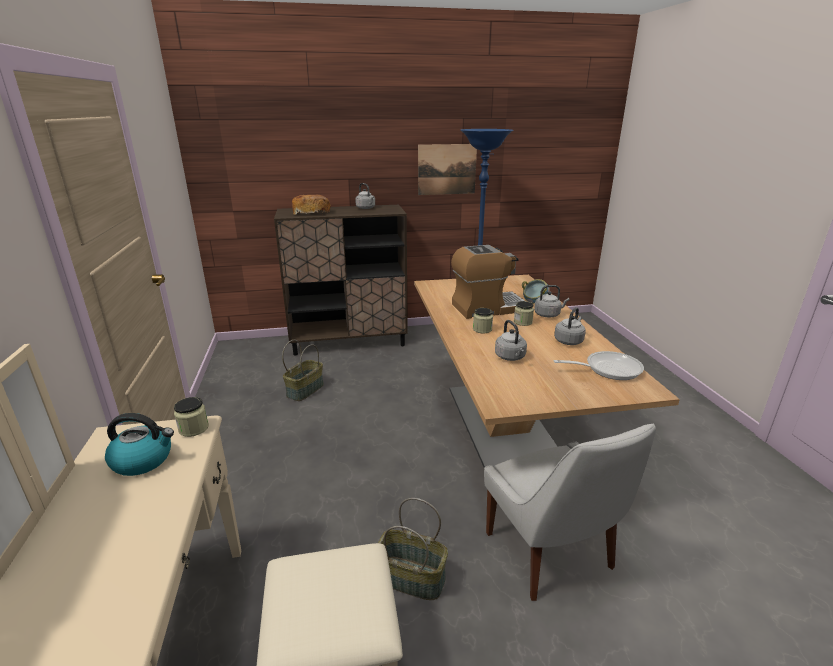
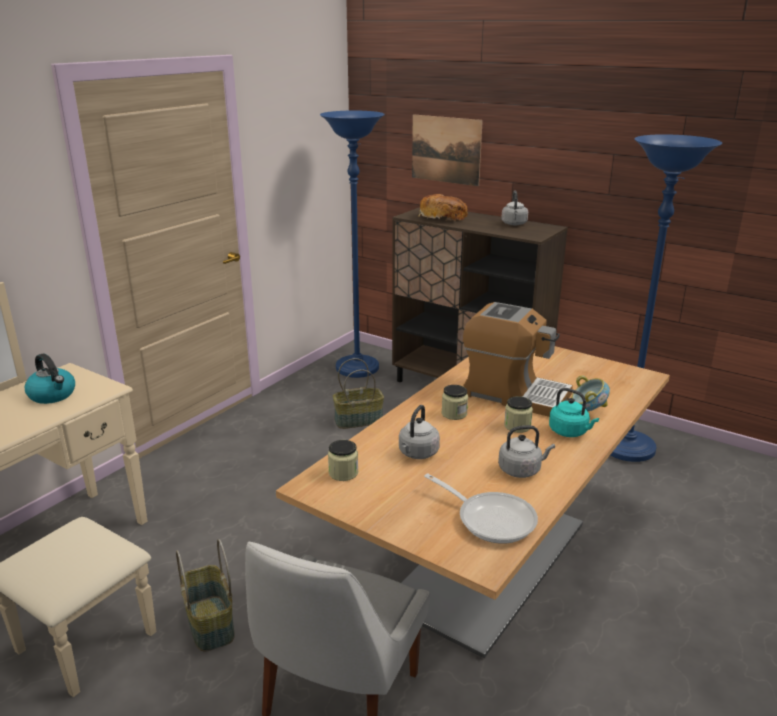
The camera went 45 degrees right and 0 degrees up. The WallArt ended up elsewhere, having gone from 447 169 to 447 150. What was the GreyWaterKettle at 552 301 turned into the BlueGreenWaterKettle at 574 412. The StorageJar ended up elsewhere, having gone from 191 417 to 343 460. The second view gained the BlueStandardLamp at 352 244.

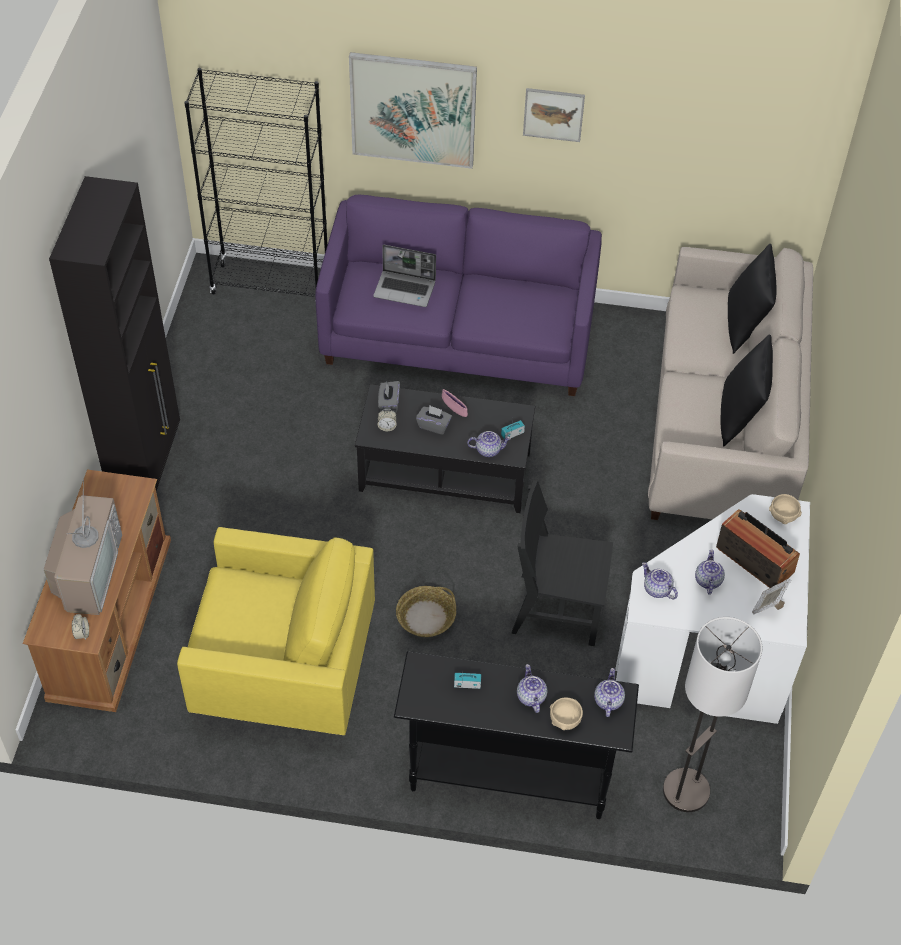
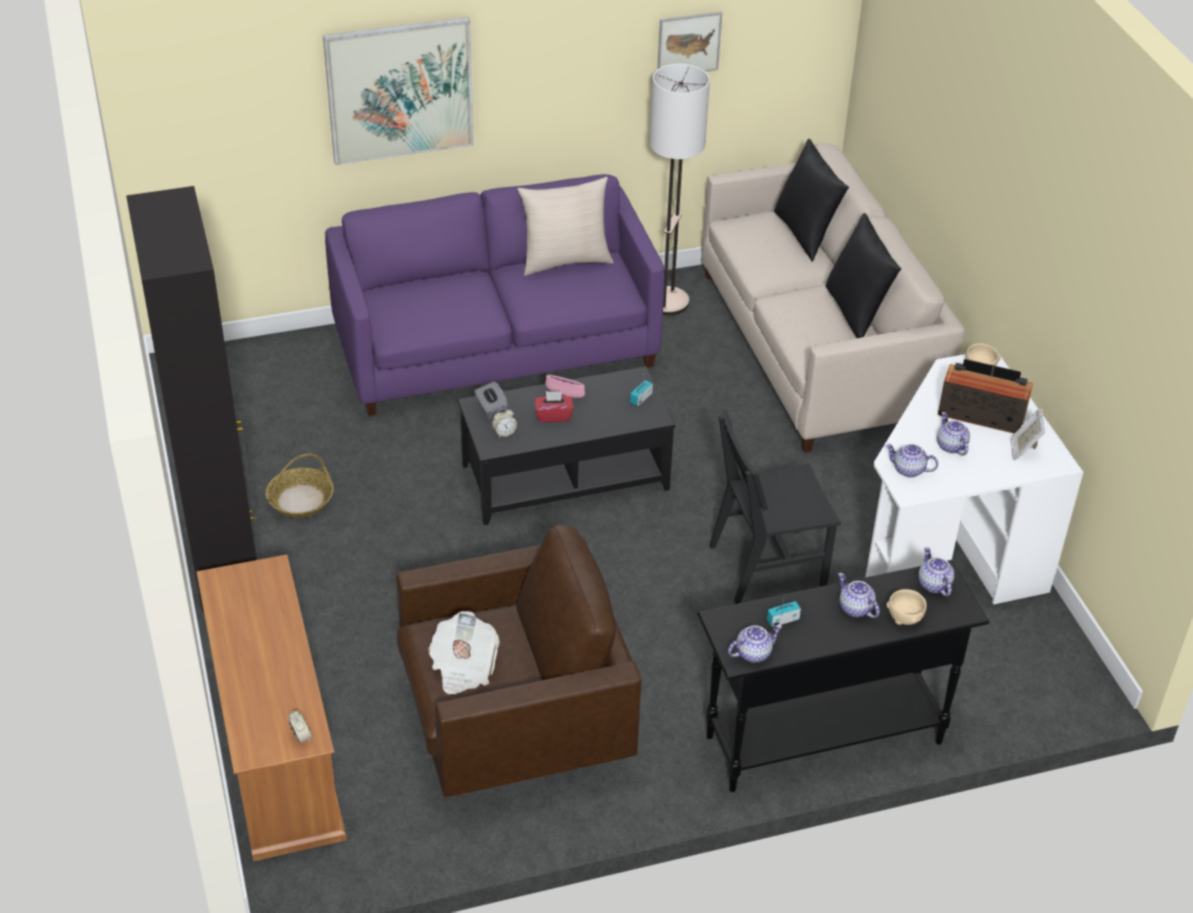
The camera went 25 degrees left and 10 degrees down. The second view lost the BlackColouredBookcase at 256 185. The WallArt ended up elsewhere, having gone from 554 115 to 689 42. The second view lost the PortableComputer at 404 276. What was the GreyTissueHolder at 434 420 turned into the RedTissueHolder at 554 407. The TeaPot ended up elsewhere, having gone from 489 444 to 755 644. The second view lost the Tv at 83 547. What was the YellowColouredEasyChair at 276 631 turned into the BrownishEasyChair at 519 661. The HouseholdBasket ended up elsewhere, having gone from 426 611 to 300 485. The StandardLamp ended up elsewhere, having gone from 712 714 to 680 189. The second view gained the BeigeColouredCushion at 565 226. The second view gained the Newspaper at 464 653.

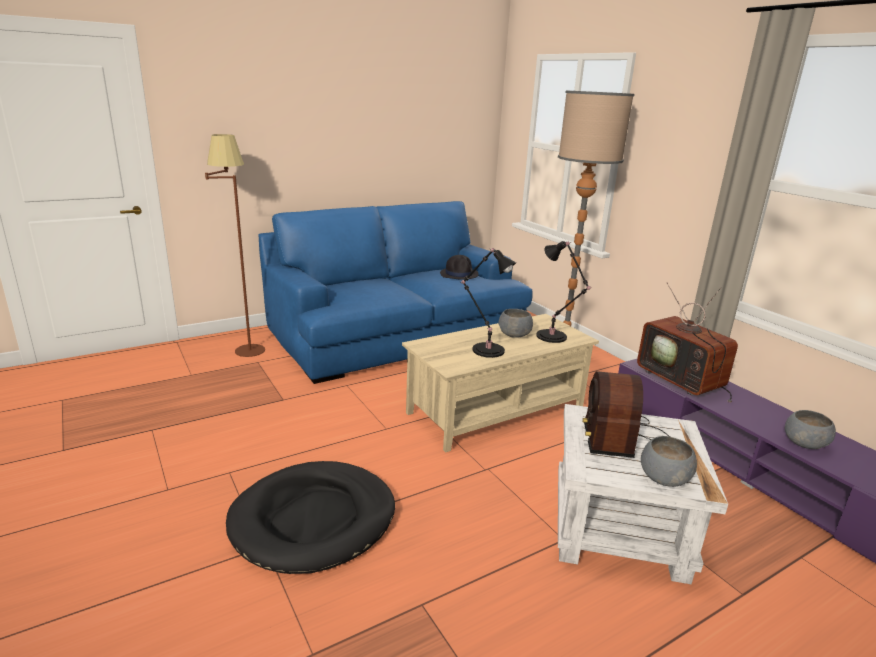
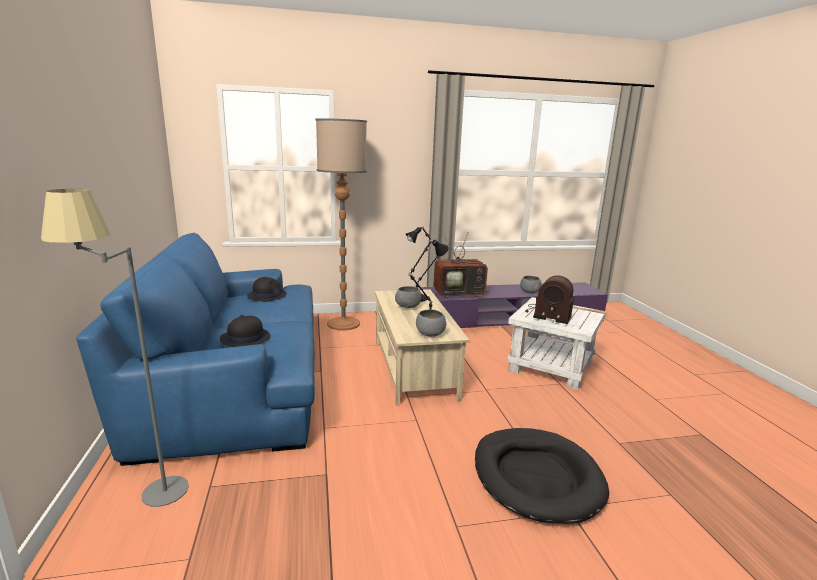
The camera went 70 degrees left and 5 degrees down. What was the BrownishStandardLamp at 235 245 turned into the GreyStandardLamp at 115 348. The GreyBowl ended up elsewhere, having gone from 669 461 to 431 323. The second view gained the BlackColouredWearableHat at 245 331.

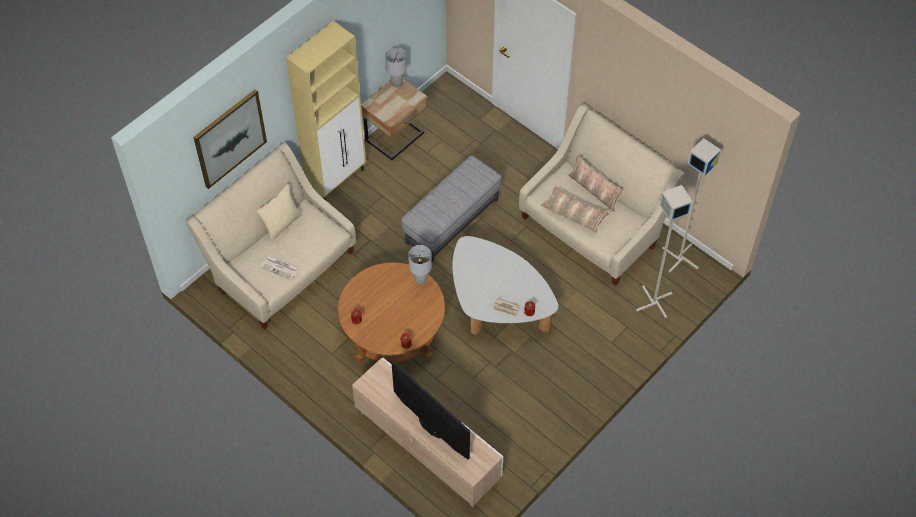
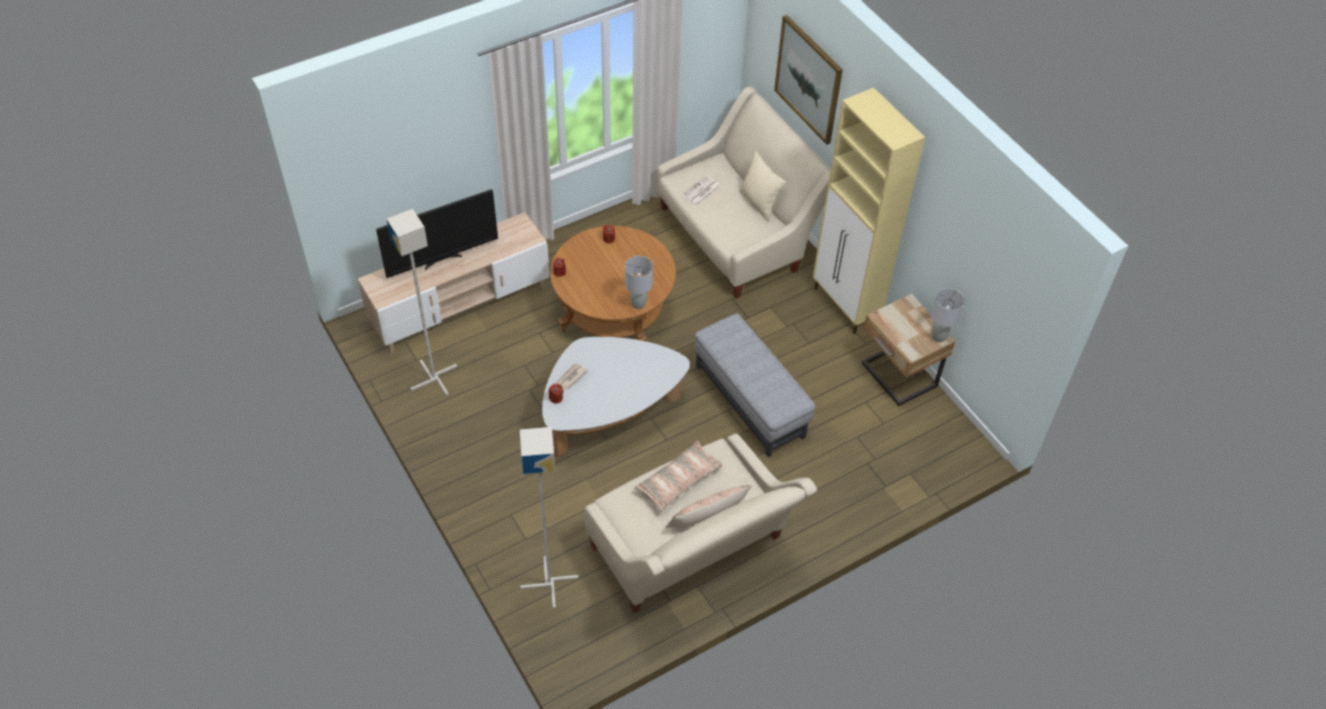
The camera went 105 degrees right and 5 degrees down. The GreyStandardLamp ended up elsewhere, having gone from 691 205 to 421 302.

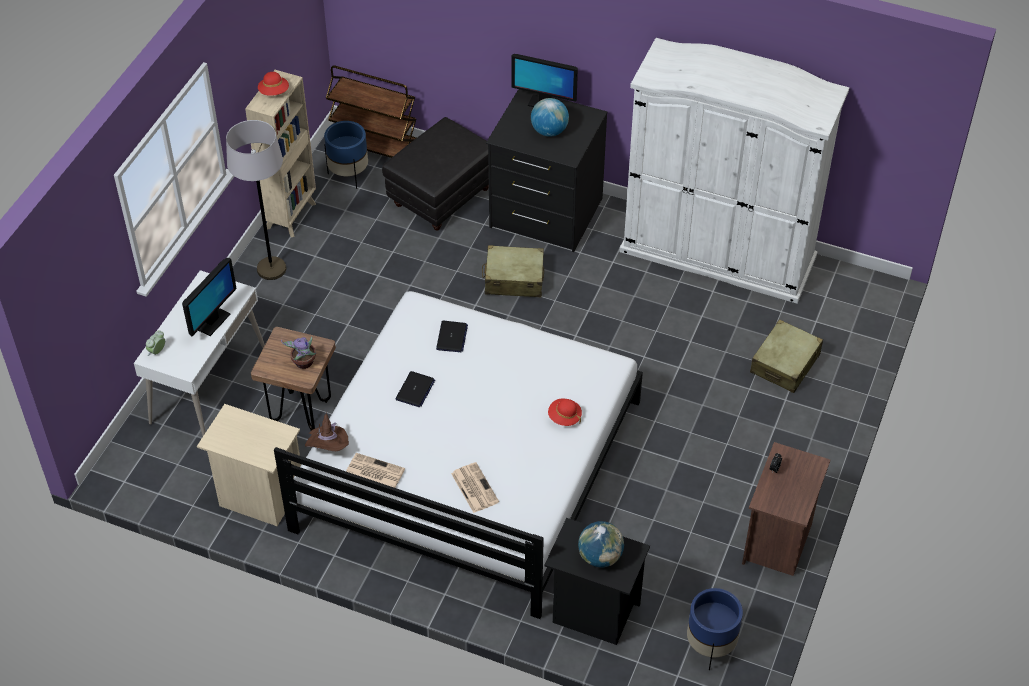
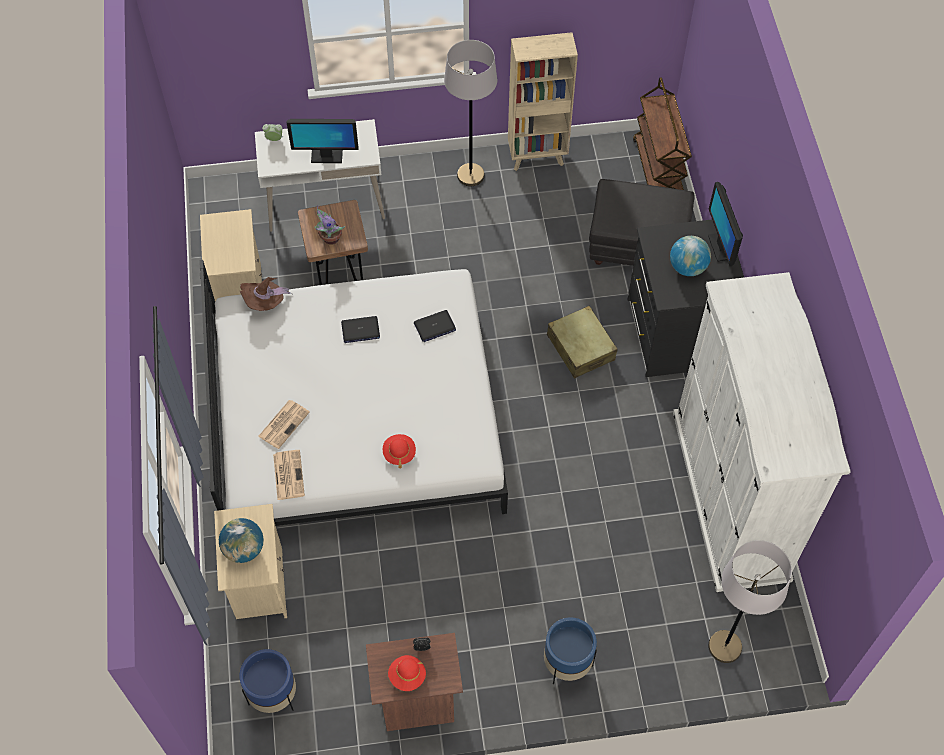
The camera went 60 degrees right and 10 degrees up. The RedWearableHat ended up elsewhere, having gone from 273 84 to 407 673. The BluePlanter ended up elsewhere, having gone from 346 155 to 570 651. The second view lost the BeigeColouredPieceOfLuggage at 786 356. The Newspaper ended up elsewhere, having gone from 375 470 to 289 475. What was the BlackColouredBedsideTable at 597 581 turned into the BeigeColouredBedsideTable at 250 561. The second view gained the GreyStandardLamp at 750 601.

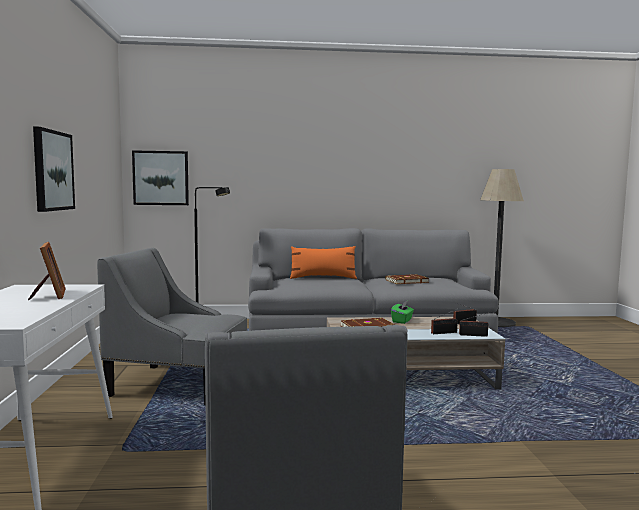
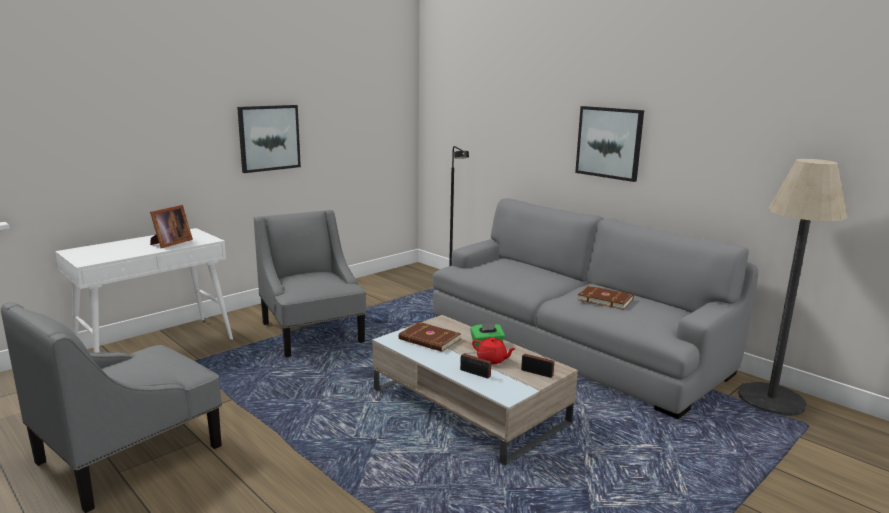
The camera went 50 degrees right and 10 degrees up. The WallArt ended up elsewhere, having gone from 160 177 to 609 144. The second view lost the OrangeyCushion at 323 262. The second view lost the Radio at 475 324. The second view gained the RedTeaPot at 494 350.

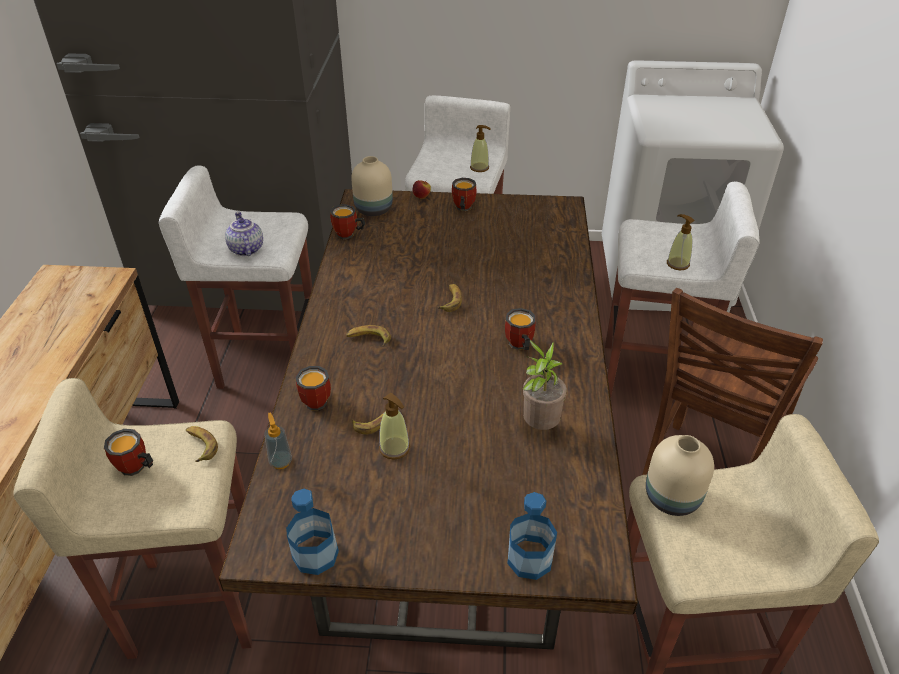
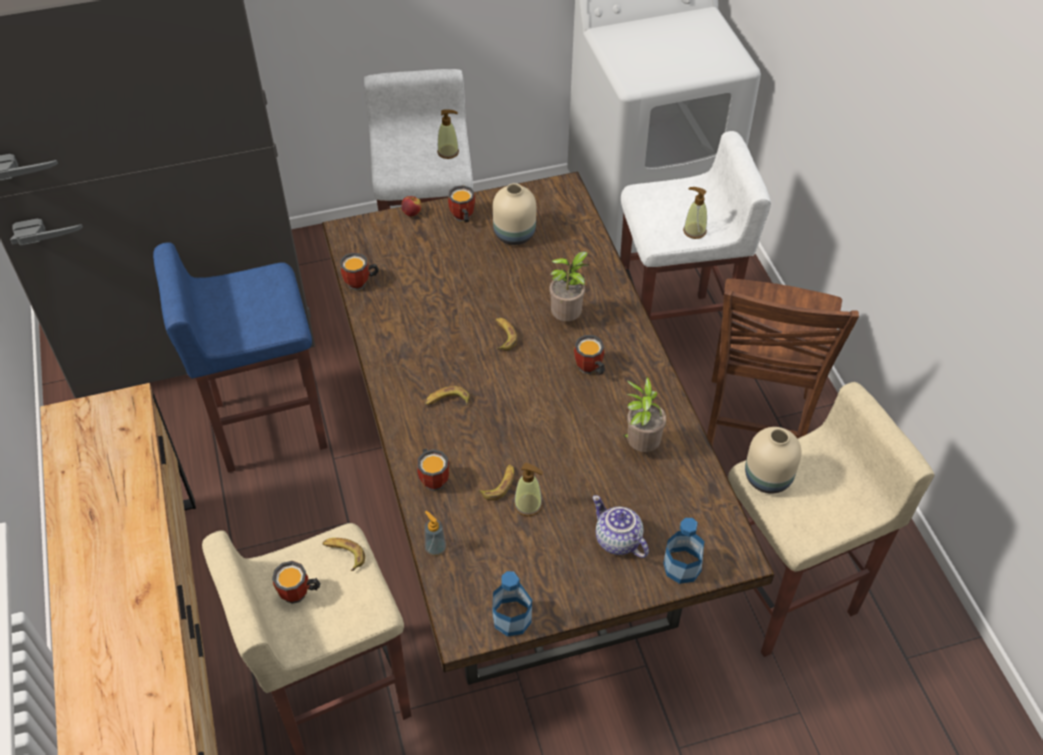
The camera went 20 degrees left and 10 degrees up. The BeigeColouredDecorativeVase ended up elsewhere, having gone from 372 186 to 514 214. What was the WhitishStool at 235 277 turned into the BlueStool at 240 357. The TeaPot ended up elsewhere, having gone from 244 234 to 620 526. The second view gained the PottedPlant at 569 286.

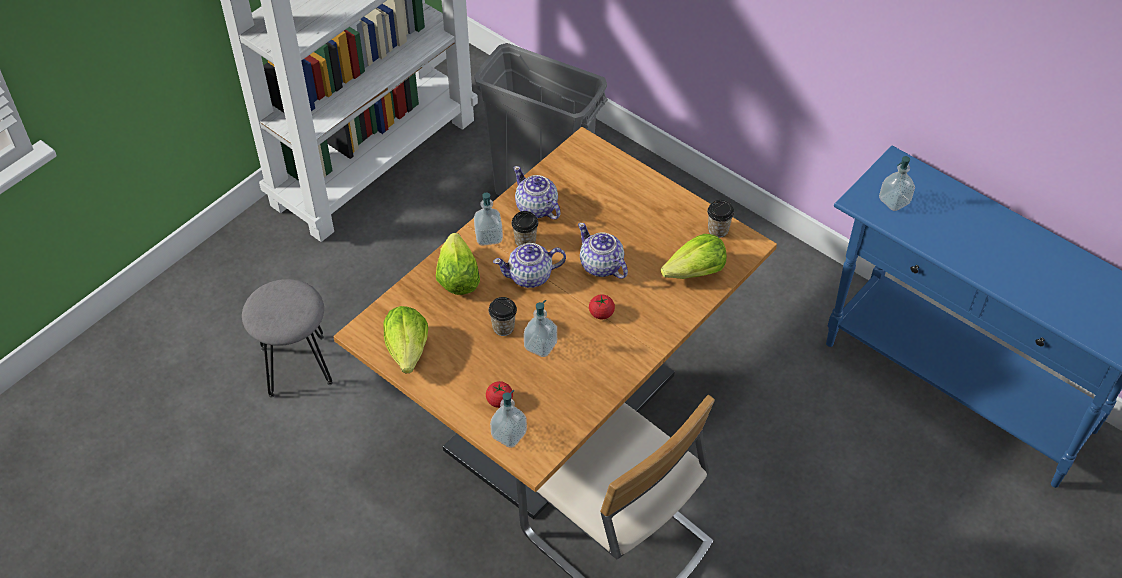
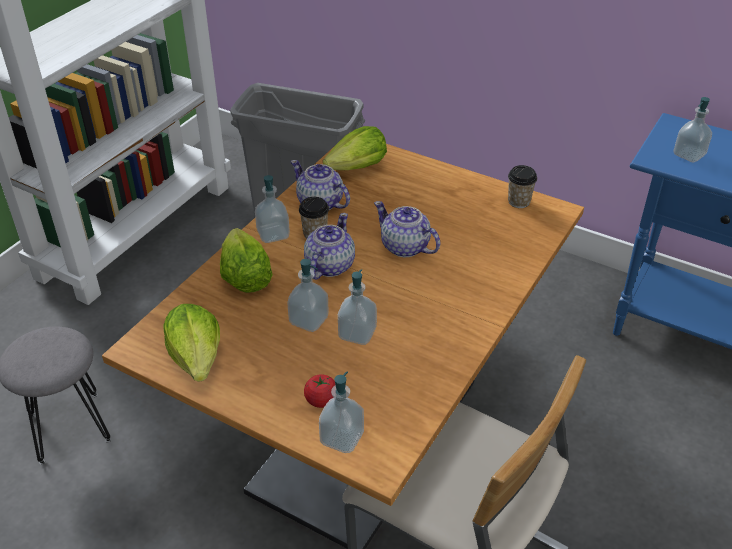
The camera went 10 degrees left and 10 degrees down. The Lettuce ended up elsewhere, having gone from 693 256 to 355 148. The TeaPot at 529 265 ended up facing another way, 135 degrees clockwise from before. The second view lost the FreshTomato at 602 306. Where the SmallCup stood at 502 316, the SoapDispenser came to stand at 308 295.

